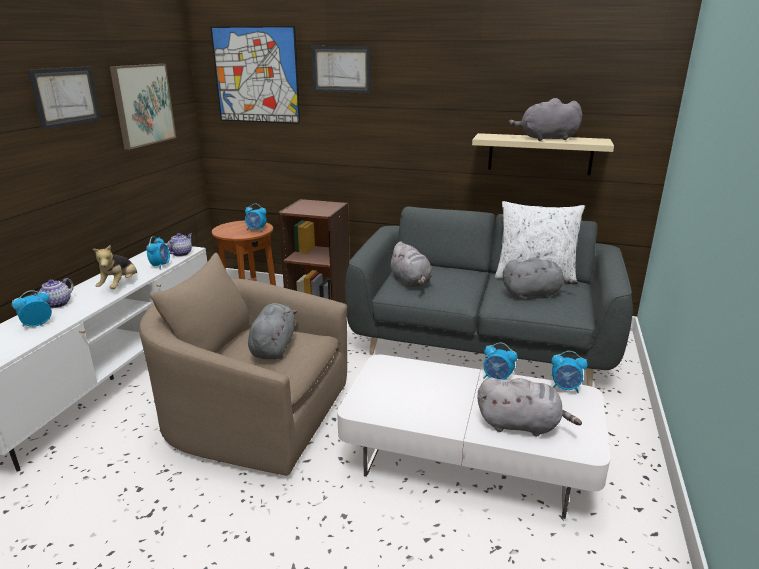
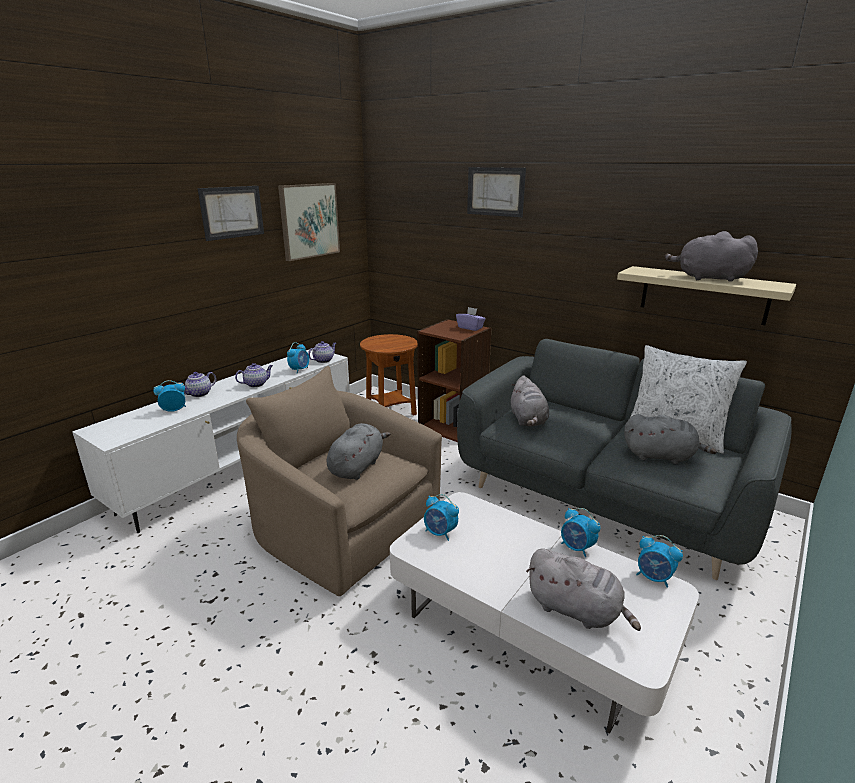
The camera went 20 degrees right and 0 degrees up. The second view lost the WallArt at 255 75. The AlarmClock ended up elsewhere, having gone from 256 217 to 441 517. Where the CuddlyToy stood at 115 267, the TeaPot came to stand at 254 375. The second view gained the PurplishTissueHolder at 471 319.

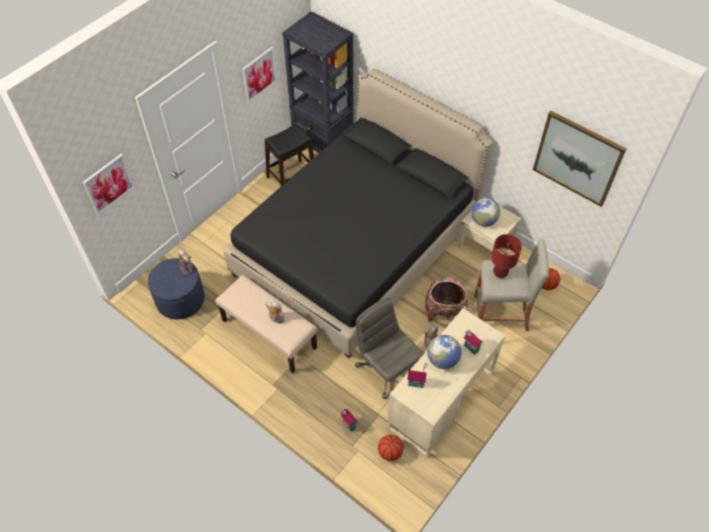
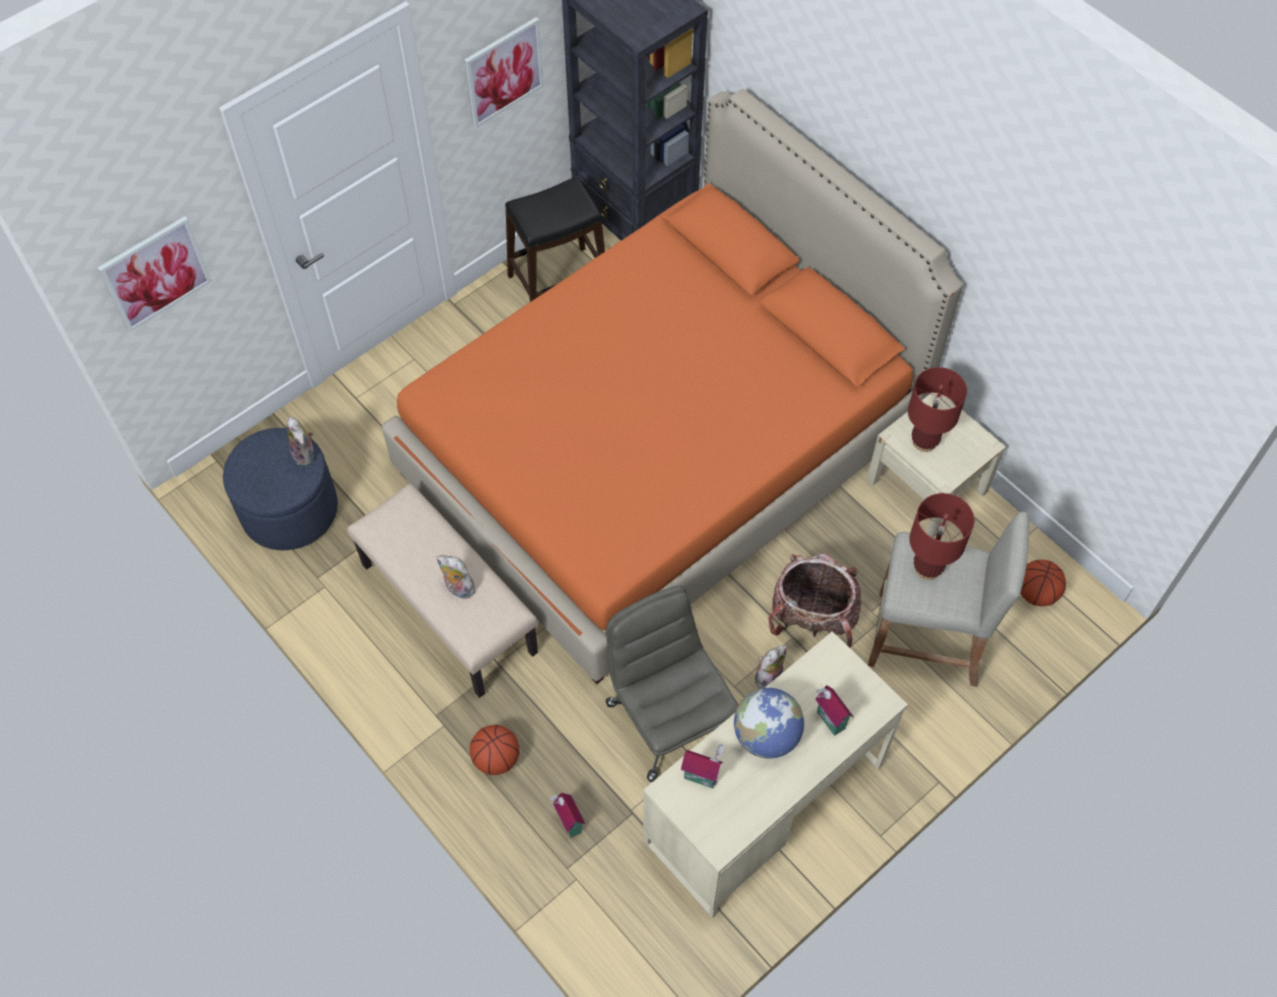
The camera went 10 degrees right and 5 degrees up. What was the BlackColouredSleepingBed at 358 213 turned into the OrangeySleepingBed at 672 386. The second view lost the WallArt at 579 159. Where the Globe stood at 485 212, the RedTableLamp came to stand at 937 409. The BasketballBall ended up elsewhere, having gone from 391 448 to 494 750.

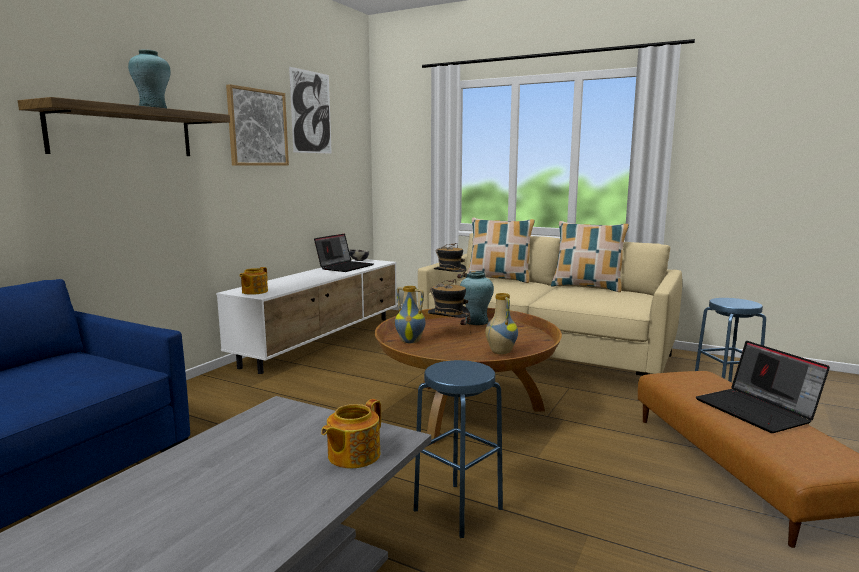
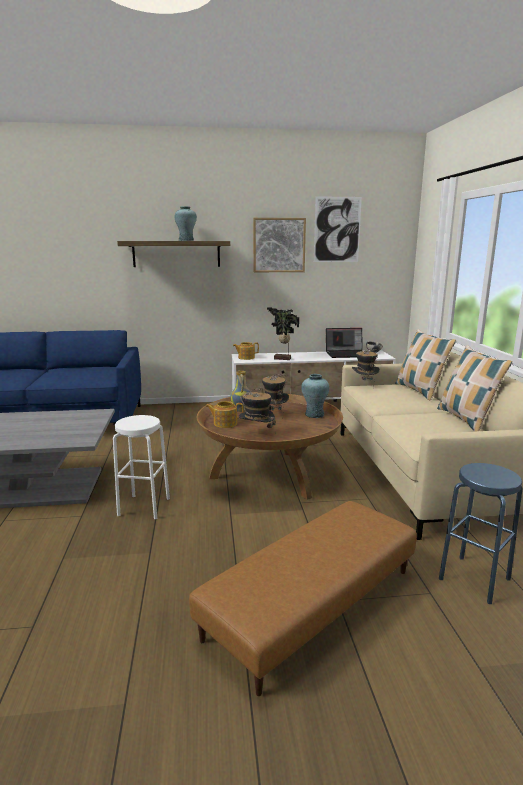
The camera went 55 degrees right and 5 degrees up. Where the DecorativeVase stood at 501 323, the WearableHat came to stand at 257 411. The second view lost the PortableComputer at 763 387. What was the BlueStool at 458 449 turned into the WhitishStool at 141 467. The TeaPot ended up elsewhere, having gone from 351 433 to 224 414. The second view gained the PottedPlant at 283 333.

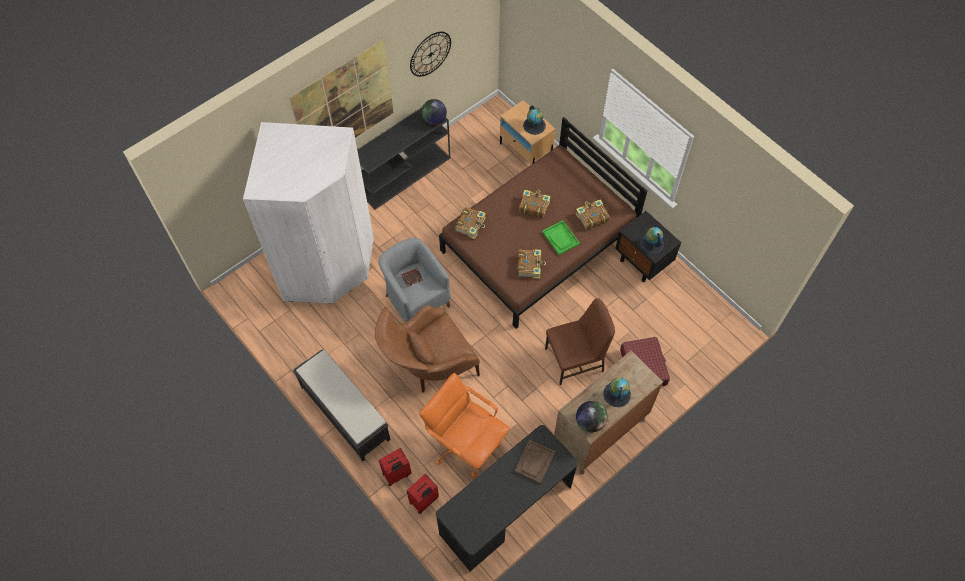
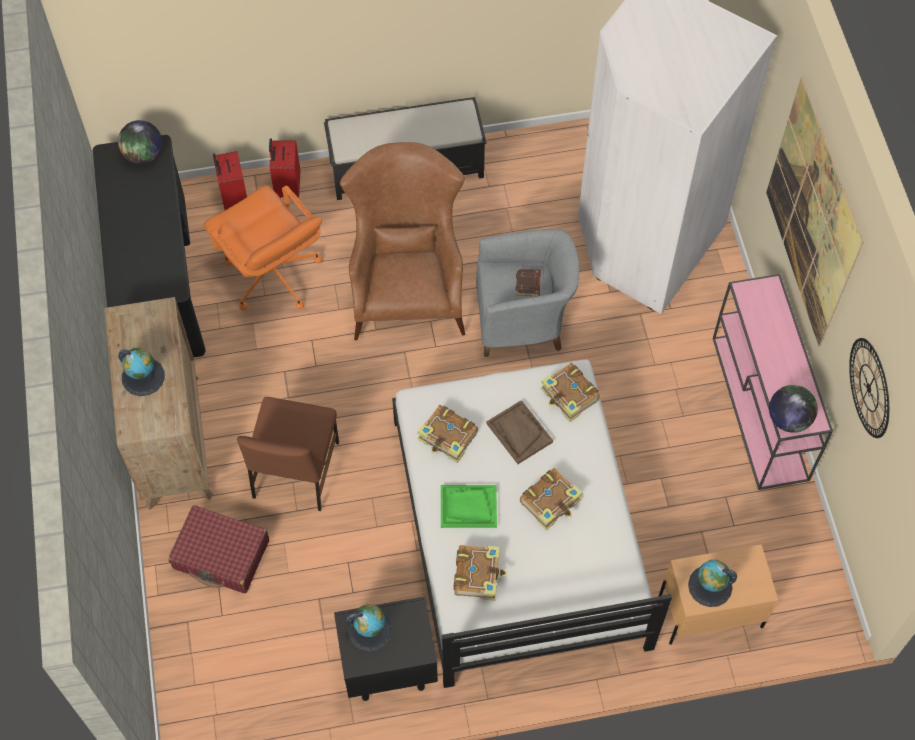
The camera went 120 degrees right and 0 degrees up. What was the BlackColouredNarrowTable at 403 158 turned into the PinkColouredNarrowTable at 773 382. What was the BrownishSleepingBed at 543 223 turned into the WhitishSleepingBed at 532 524. The OrangeyOfficeChair at 464 425 ended up facing another way, 75 degrees clockwise from before. The Globe ended up elsewhere, having gone from 591 416 to 140 142. The BrownishCarryingTray ended up elsewhere, having gone from 534 462 to 520 432.

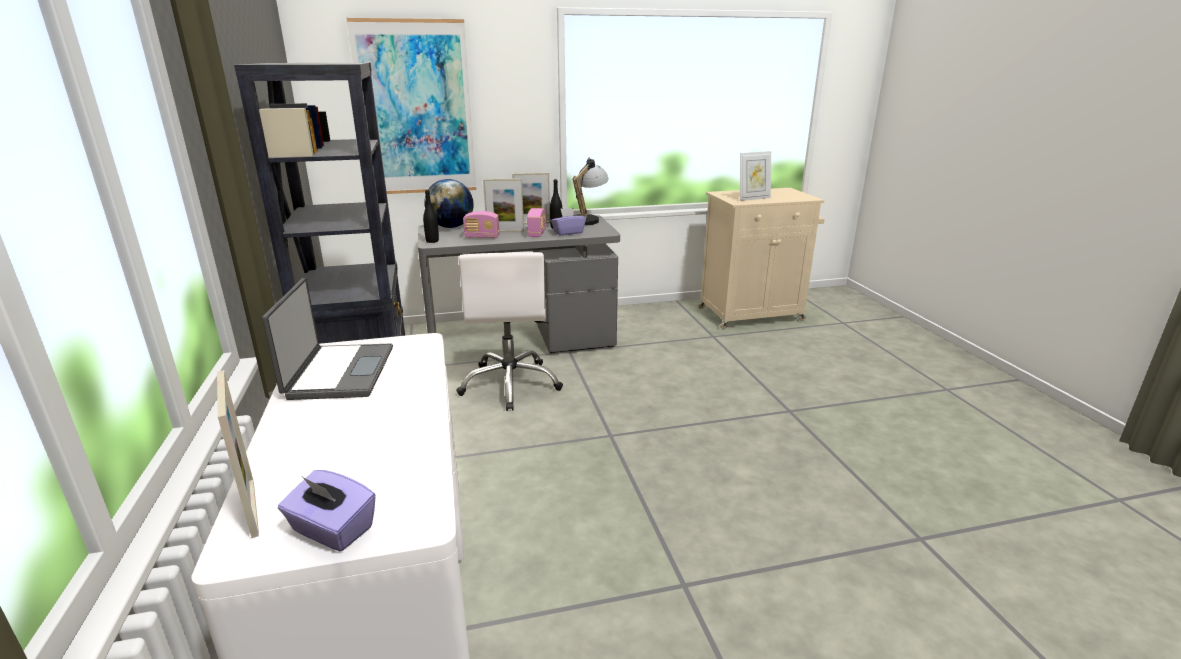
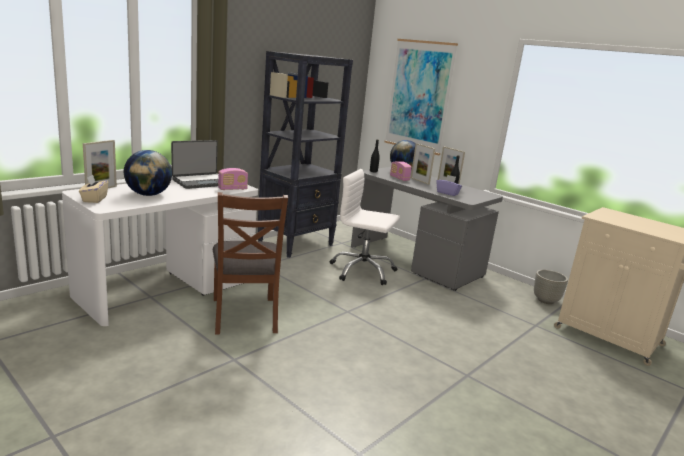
The camera went 55 degrees right and 5 degrees down. The second view lost the StandingFrame at 755 176. The second view lost the TableLamp at 590 191. The Radio ended up elsewhere, having gone from 536 223 to 233 179. The WhitishOfficeChair at 509 331 ended up facing another way, 60 degrees clockwise from before. What was the PurplishTissueHolder at 327 510 turned into the BeigeColouredTissueHolder at 93 189. The second view gained the Globe at 148 173. The second view gained the BrownishUprightChair at 250 263. The second view gained the GreyPlanter at 551 287.

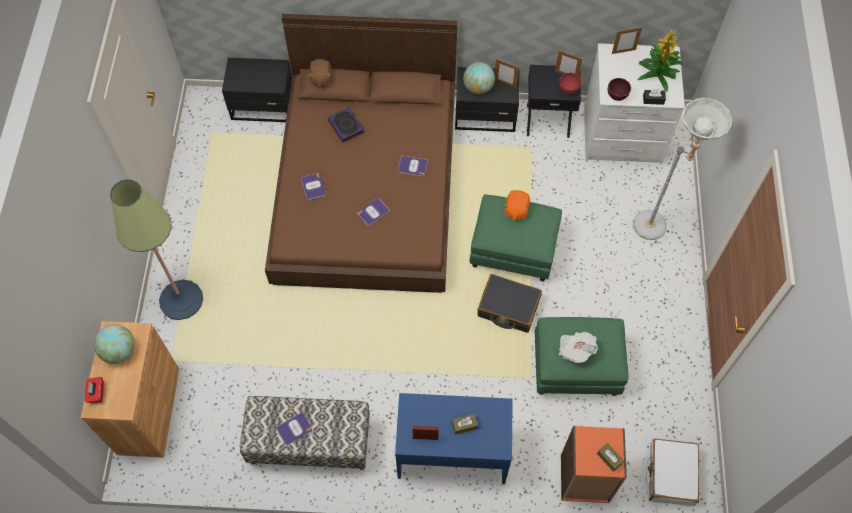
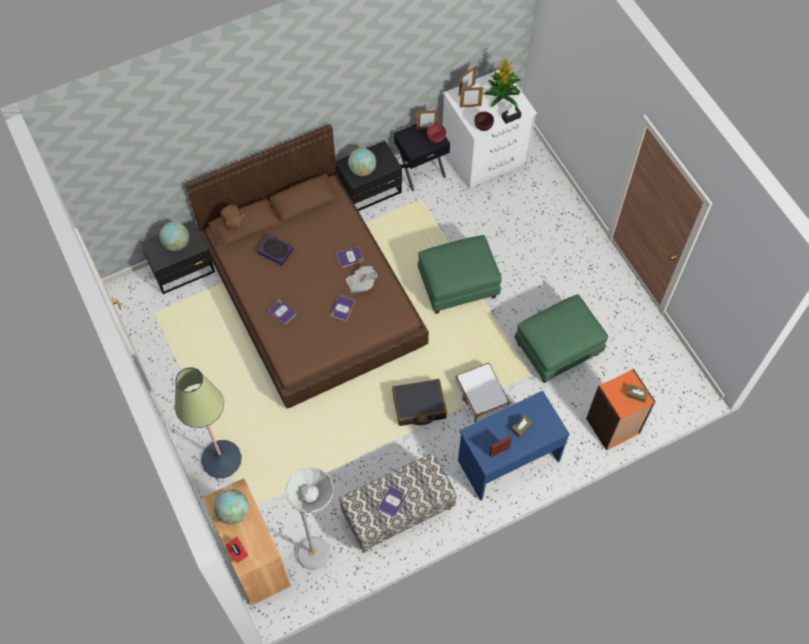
The camera went 30 degrees left and 0 degrees up. The StandingFrame ended up elsewhere, having gone from 507 73 to 471 97. The GreyStandardLamp ended up elsewhere, having gone from 682 169 to 309 518. The second view lost the OrangeyCuddlyToy at 517 205. The BlackColouredPieceOfLuggage ended up elsewhere, having gone from 509 303 to 419 402. The Newspaper ended up elsewhere, having gone from 578 347 to 361 279. The WhitishPieceOfLuggage ended up elsewhere, having gone from 672 472 to 482 393. The second view gained the Globe at 174 236.

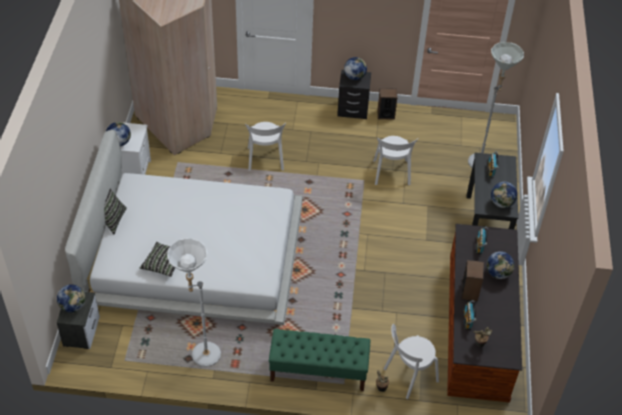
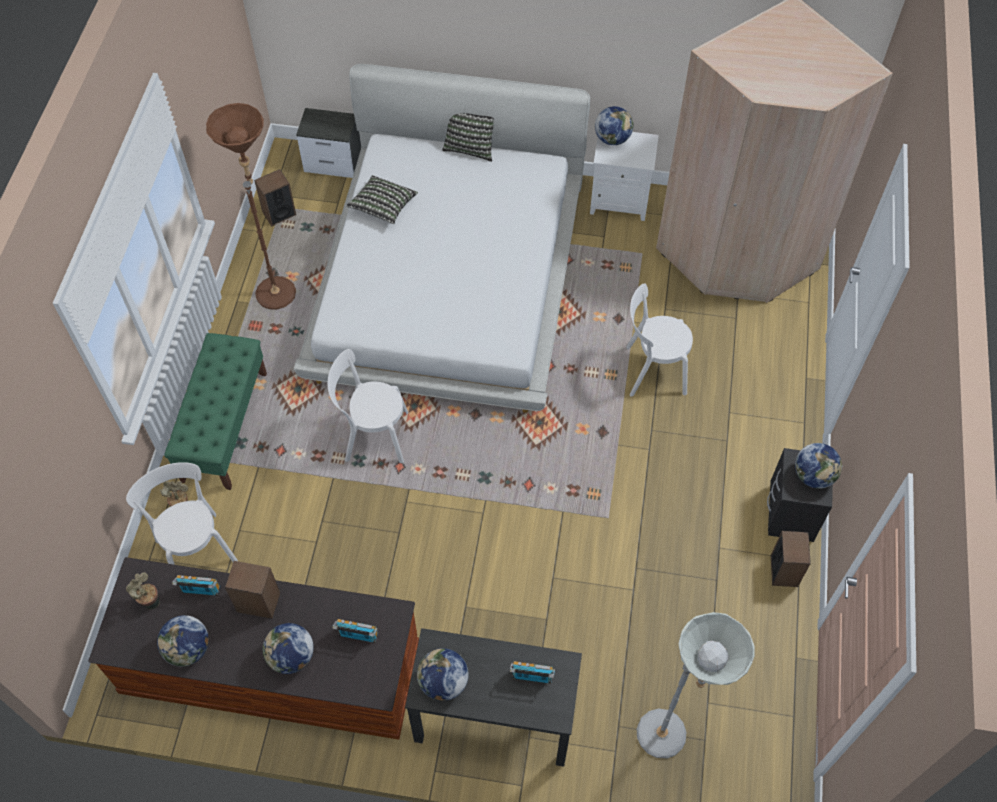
The camera went 95 degrees right and 10 degrees up. The WhitishUprightChair ended up elsewhere, having gone from 395 160 to 368 406. What was the WhitishStandardLamp at 194 302 turned into the BrownishStandardLamp at 251 206. The Globe ended up elsewhere, having gone from 71 298 to 183 640. The second view gained the AudioSpeaker at 275 197.

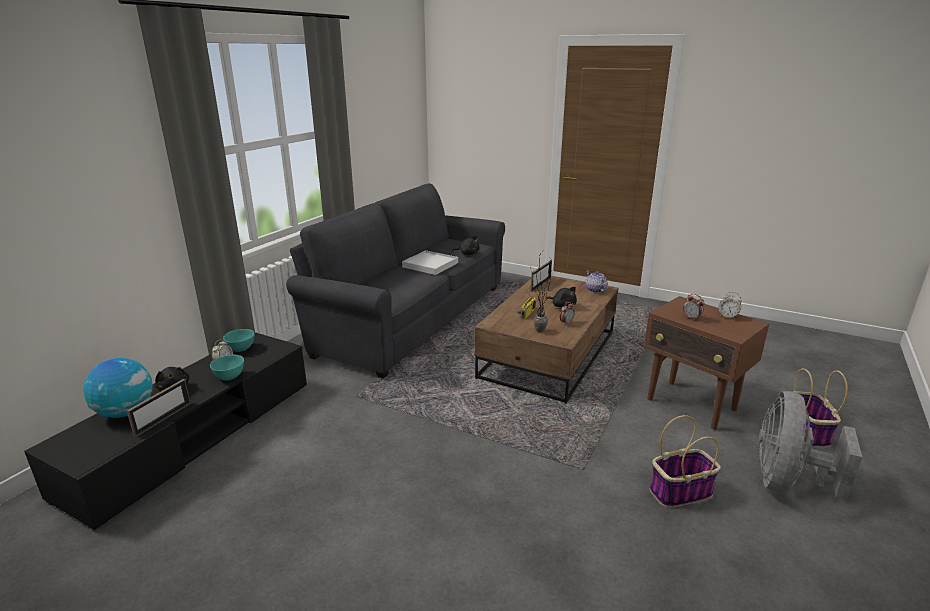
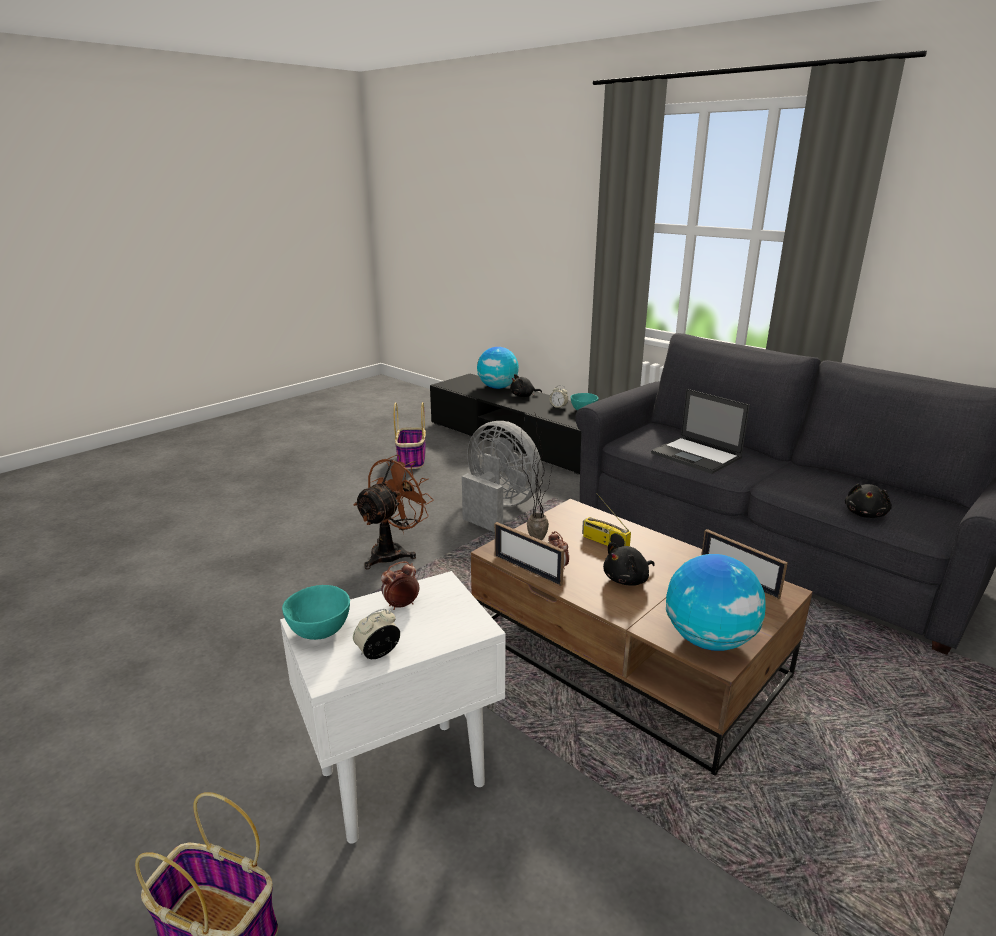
The camera went 105 degrees right and 0 degrees up. The second view lost the WhitishCarryingTray at 430 262. Where the TeaPot stood at 596 282, the Globe came to stand at 715 602. What was the BrownishAccentTable at 706 363 turned into the WhitishAccentTable at 393 707. The BlueGreenBowl ended up elsewhere, having gone from 227 368 to 316 612. The StandingFrame ended up elsewhere, having gone from 159 408 to 529 554. The GreyFan ended up elsewhere, having gone from 810 445 to 502 476. The HouseholdBasket ended up elsewhere, having gone from 685 461 to 410 435. The second view gained the PortableComputer at 700 431. The second view gained the BrownishFan at 394 511.

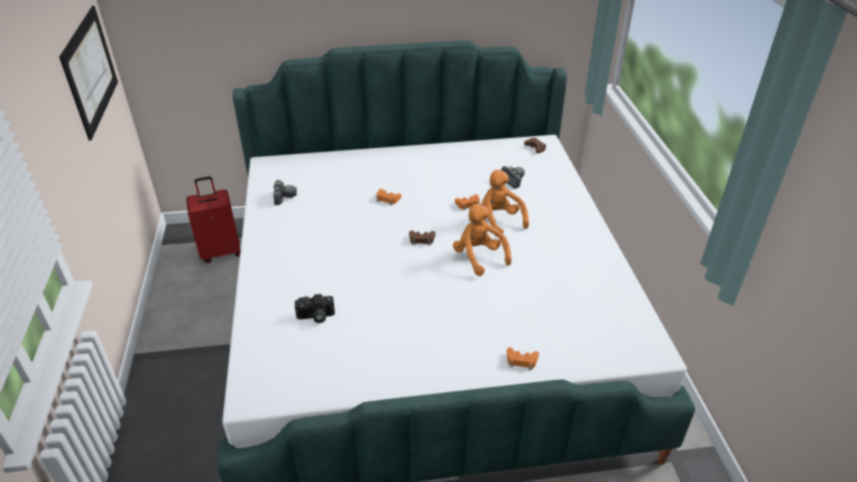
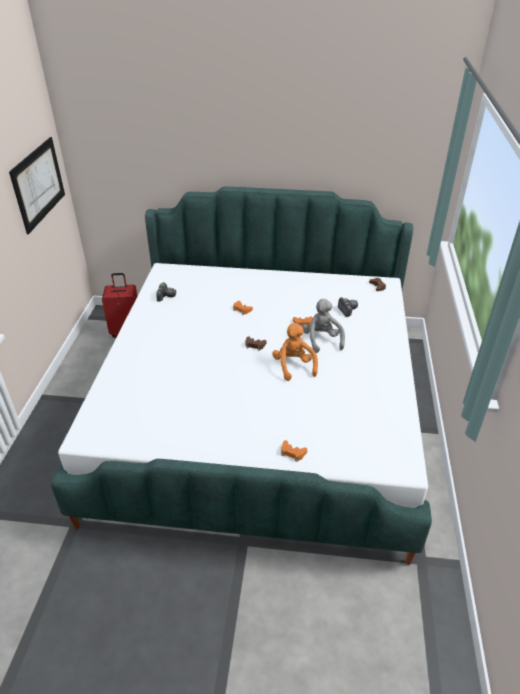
The camera went 15 degrees right and 0 degrees up. What was the OrangeyCuddlyToy at 505 203 turned into the GreyCuddlyToy at 323 326. The second view lost the StillCamera at 315 308.

